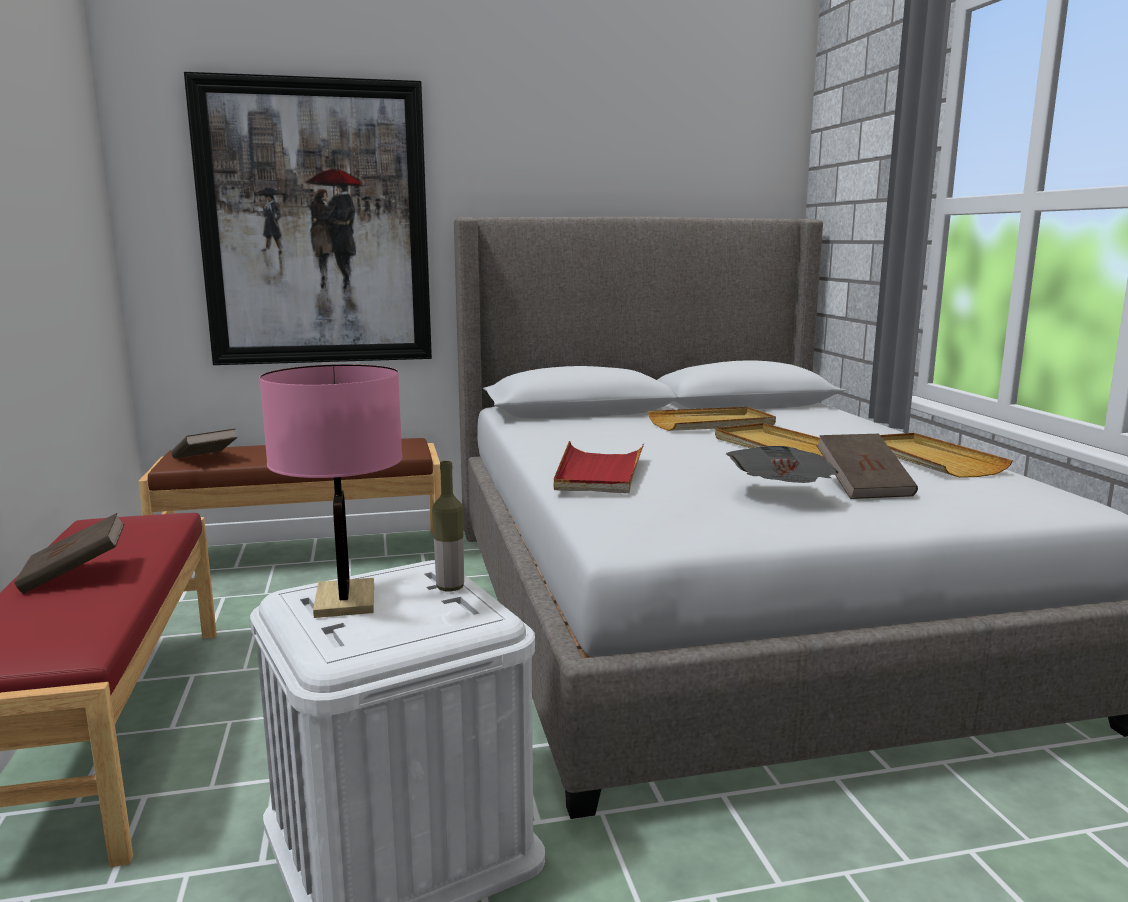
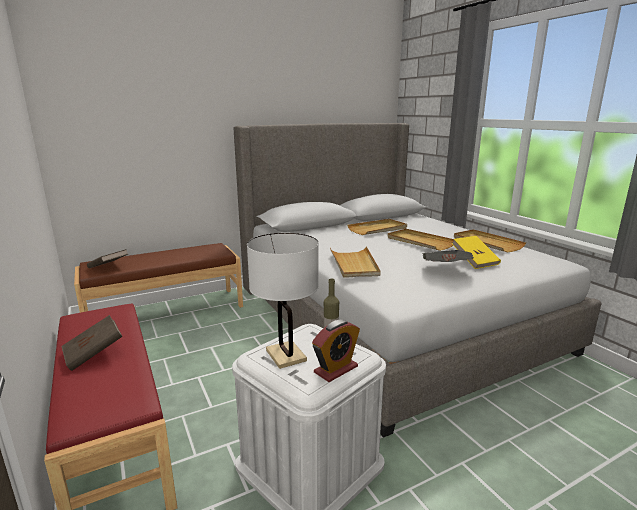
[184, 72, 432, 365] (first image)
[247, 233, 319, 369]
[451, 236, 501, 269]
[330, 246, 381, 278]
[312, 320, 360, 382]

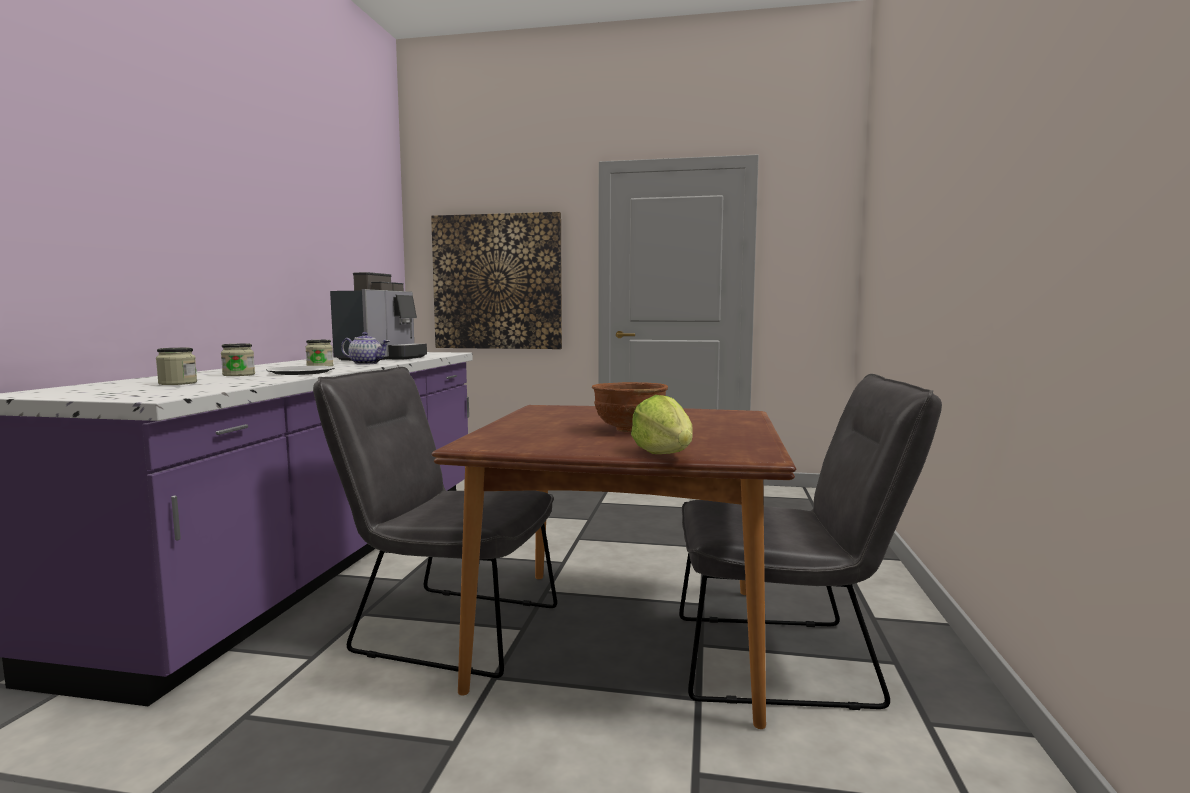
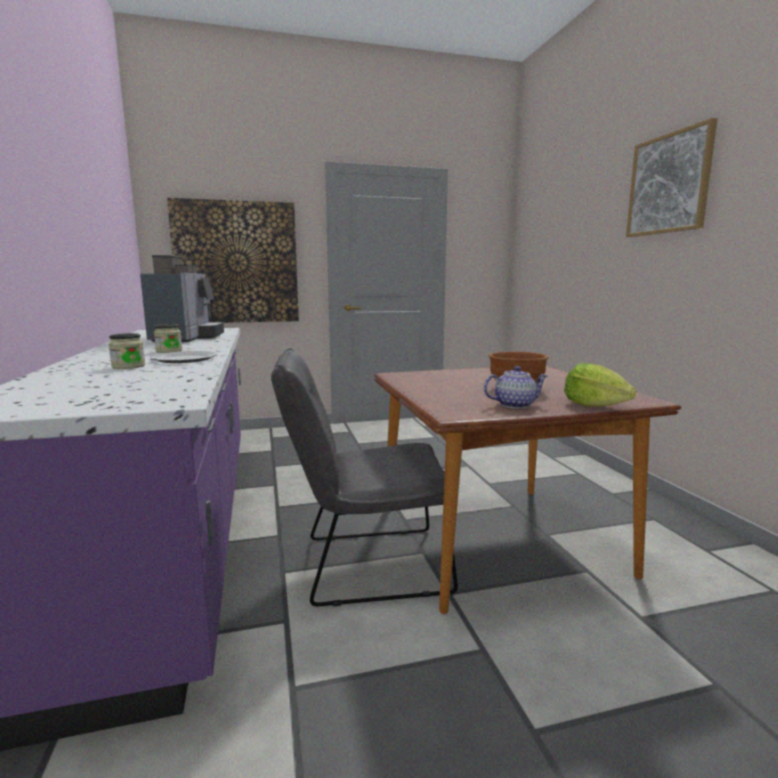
[484, 366, 548, 409]
[156, 348, 197, 385] (first image)
[679, 374, 942, 710] (first image)
[626, 118, 717, 237]

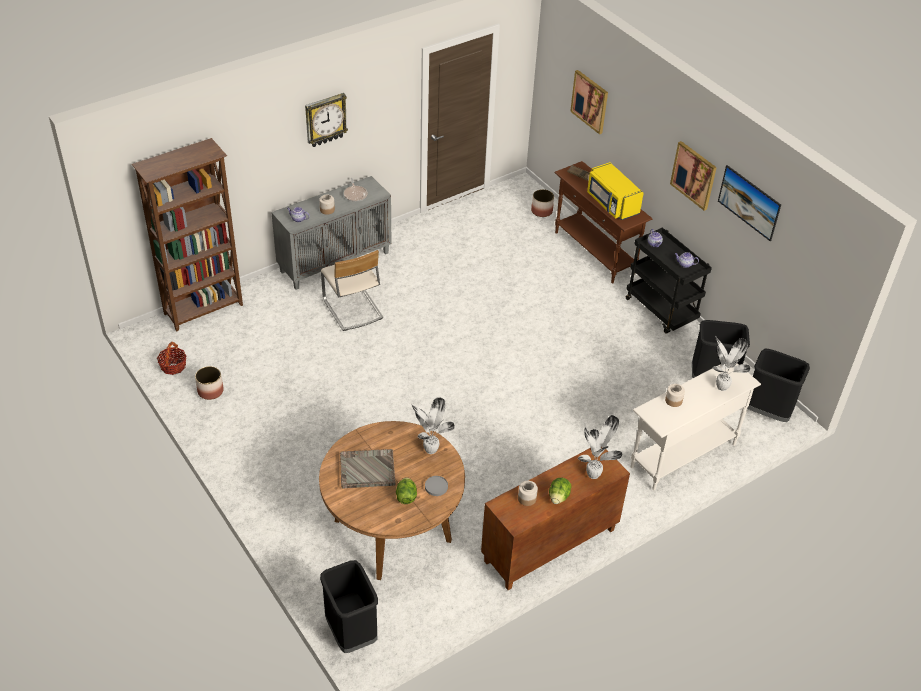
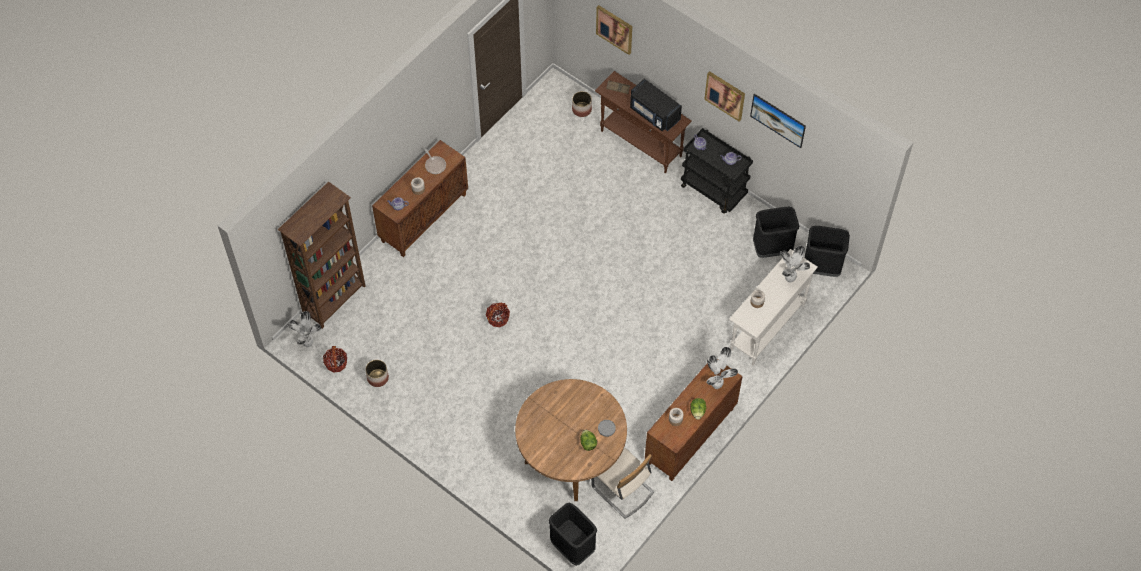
[305, 93, 348, 147] (first image)
[630, 79, 682, 131]
[372, 140, 468, 257]
[591, 447, 654, 518]
[287, 311, 321, 347]
[340, 449, 396, 489] (first image)
[486, 303, 510, 327]

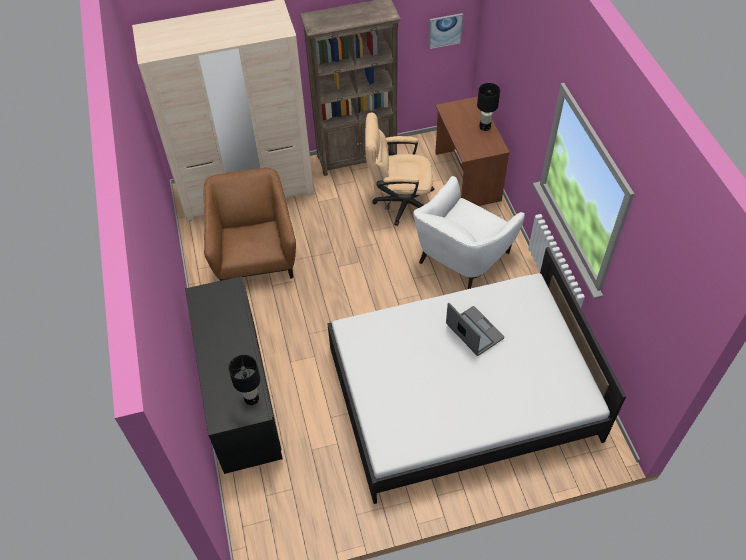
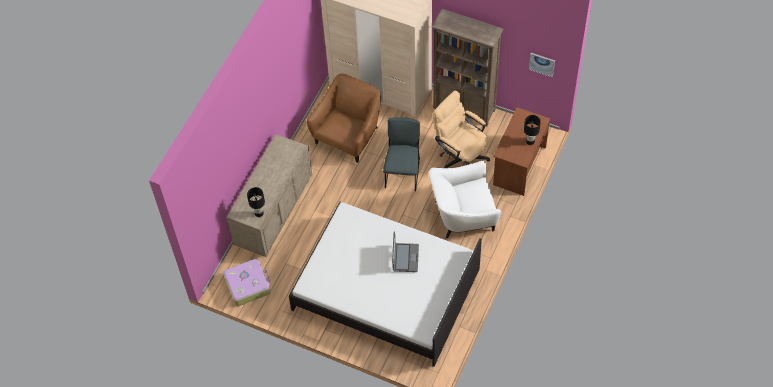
[226, 134, 312, 257]
[383, 117, 420, 191]
[223, 259, 271, 306]

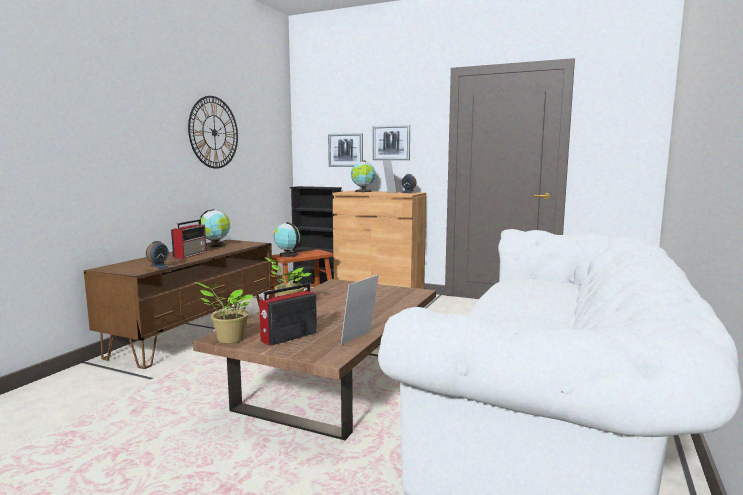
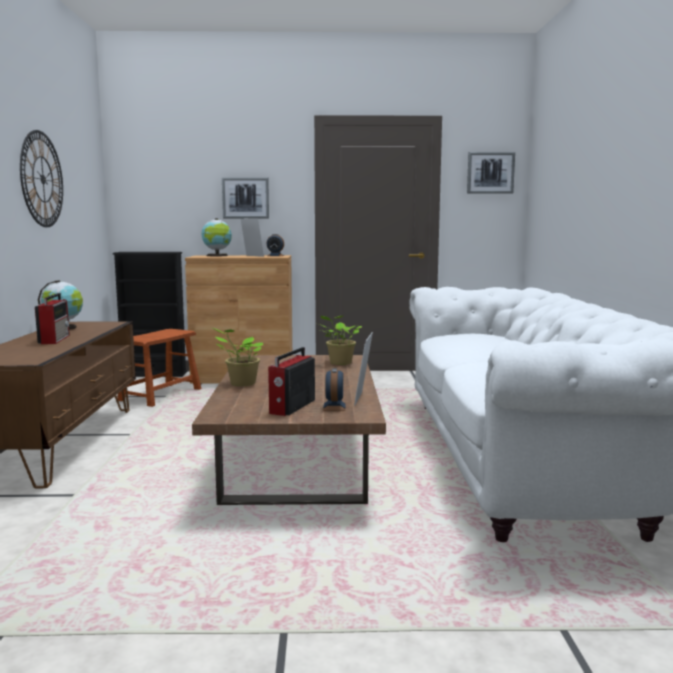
[467, 152, 515, 194]
[274, 222, 300, 257] (first image)
[323, 368, 346, 411]
[319, 315, 362, 365]

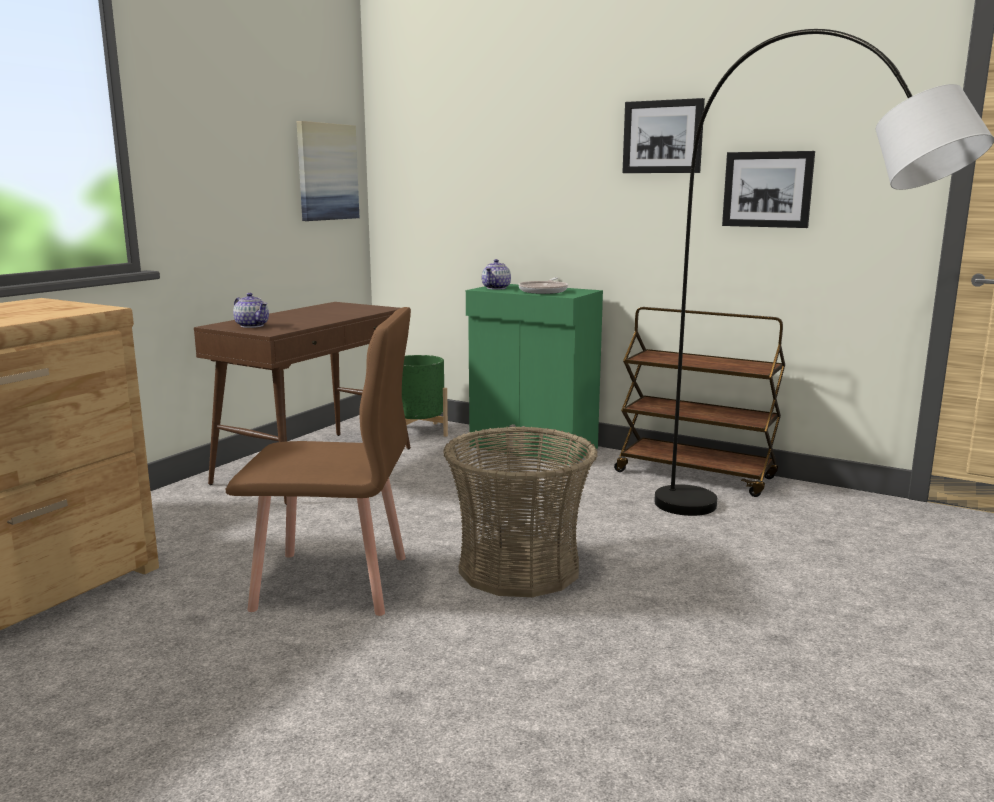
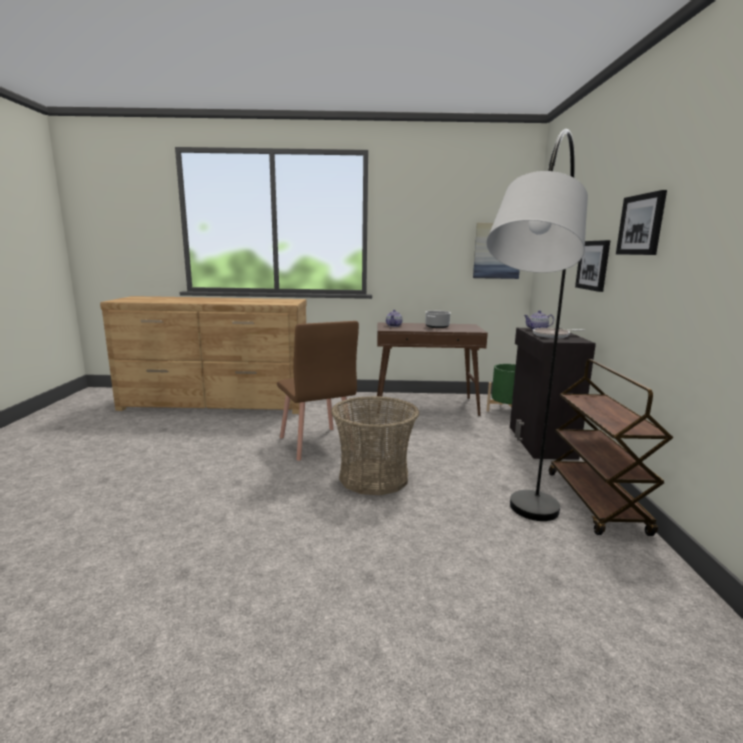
[575, 240, 611, 292]
[510, 328, 596, 460]
[425, 310, 451, 328]

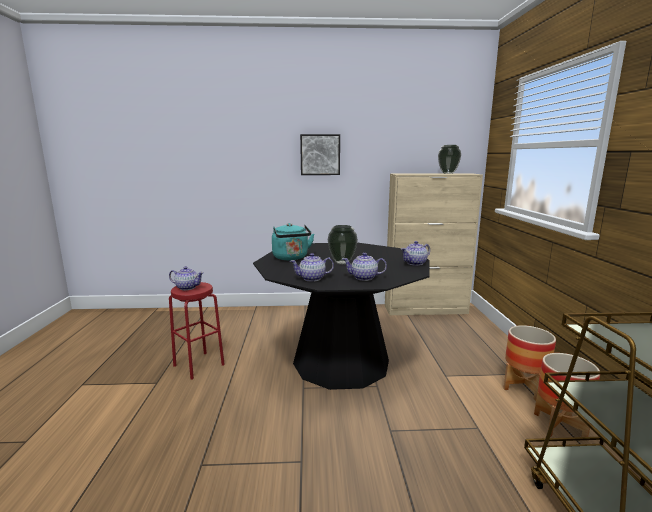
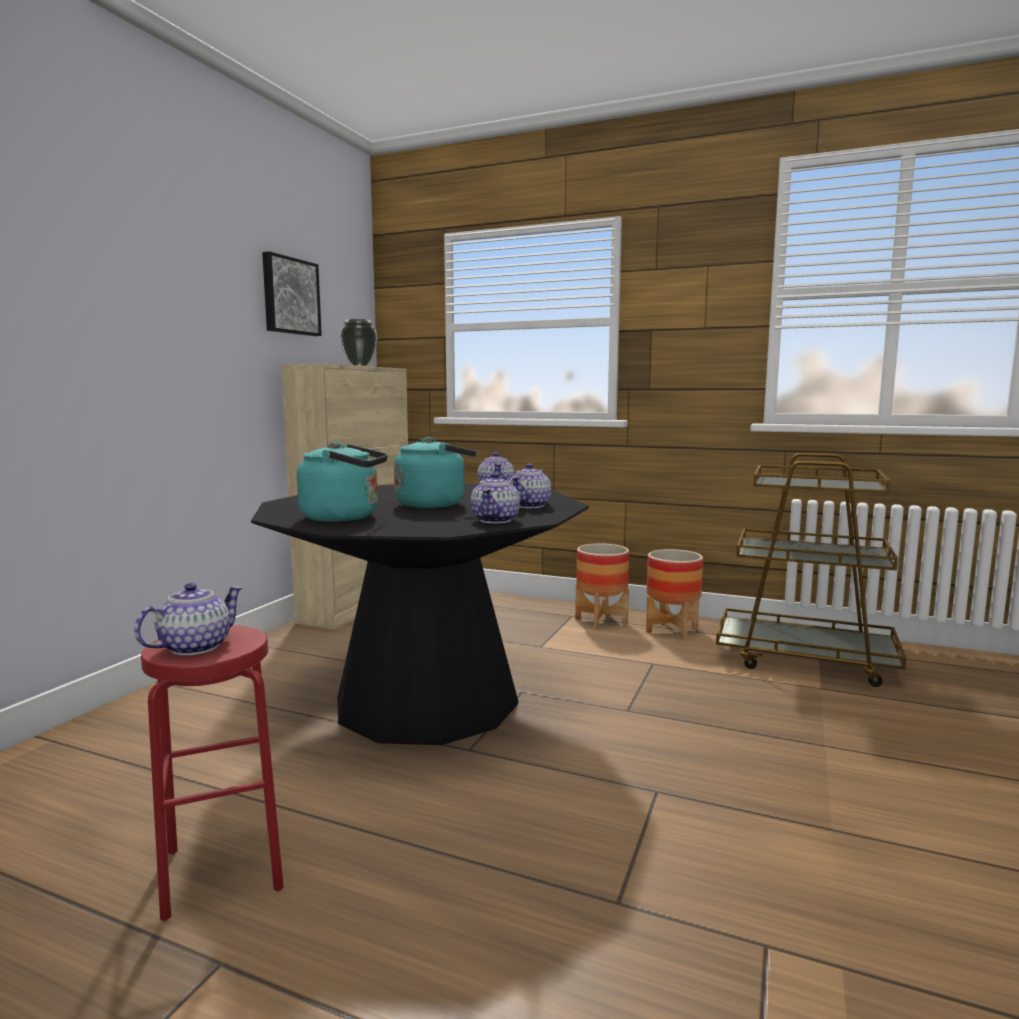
[262, 251, 322, 336]
[394, 437, 476, 508]

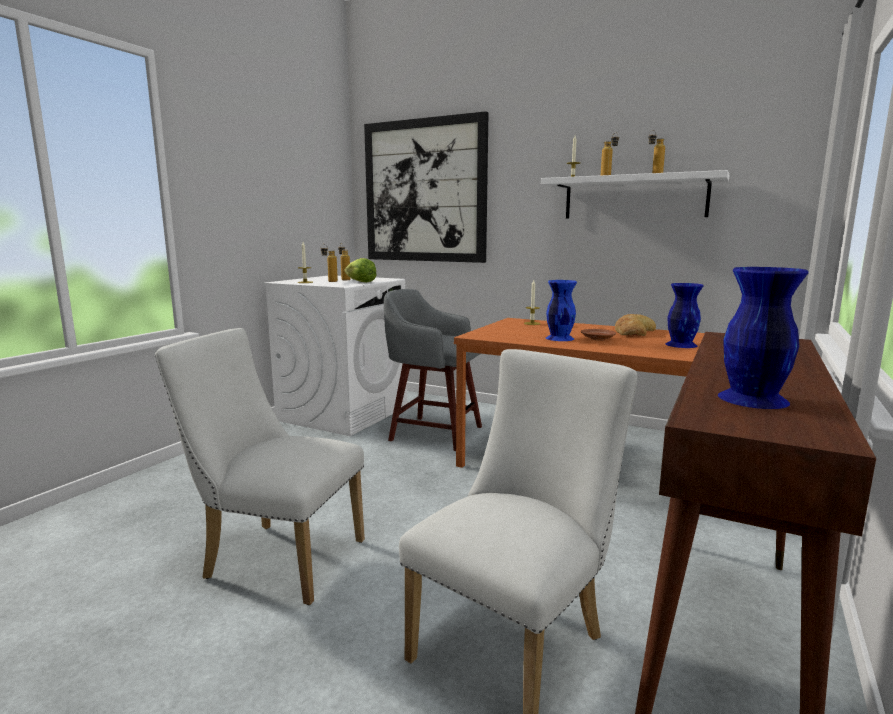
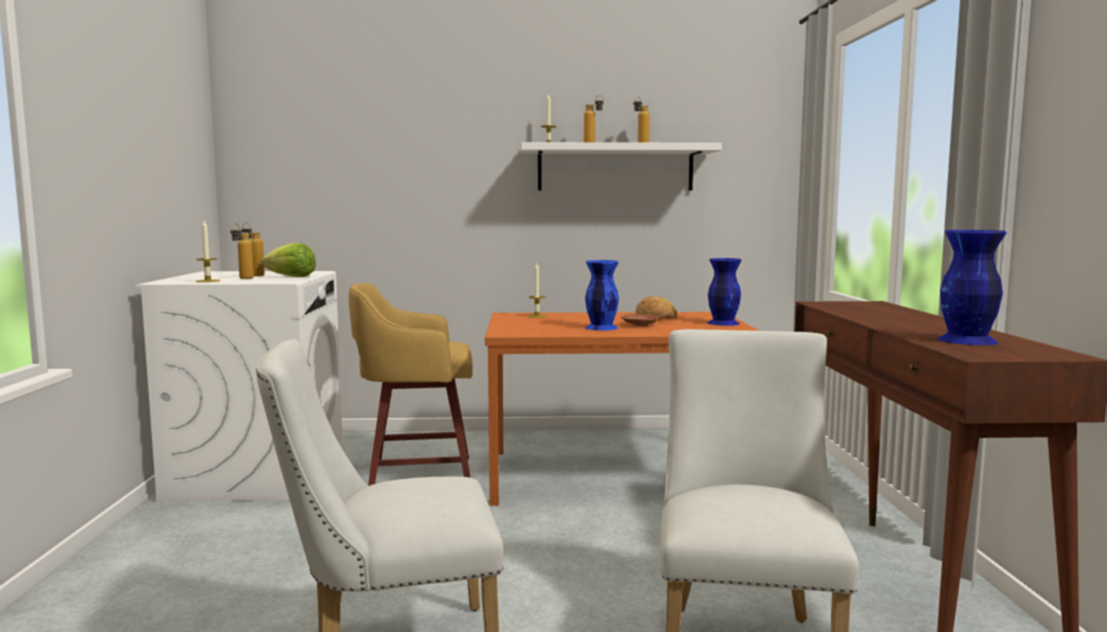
[364, 111, 489, 263] (first image)
[349, 283, 473, 486]

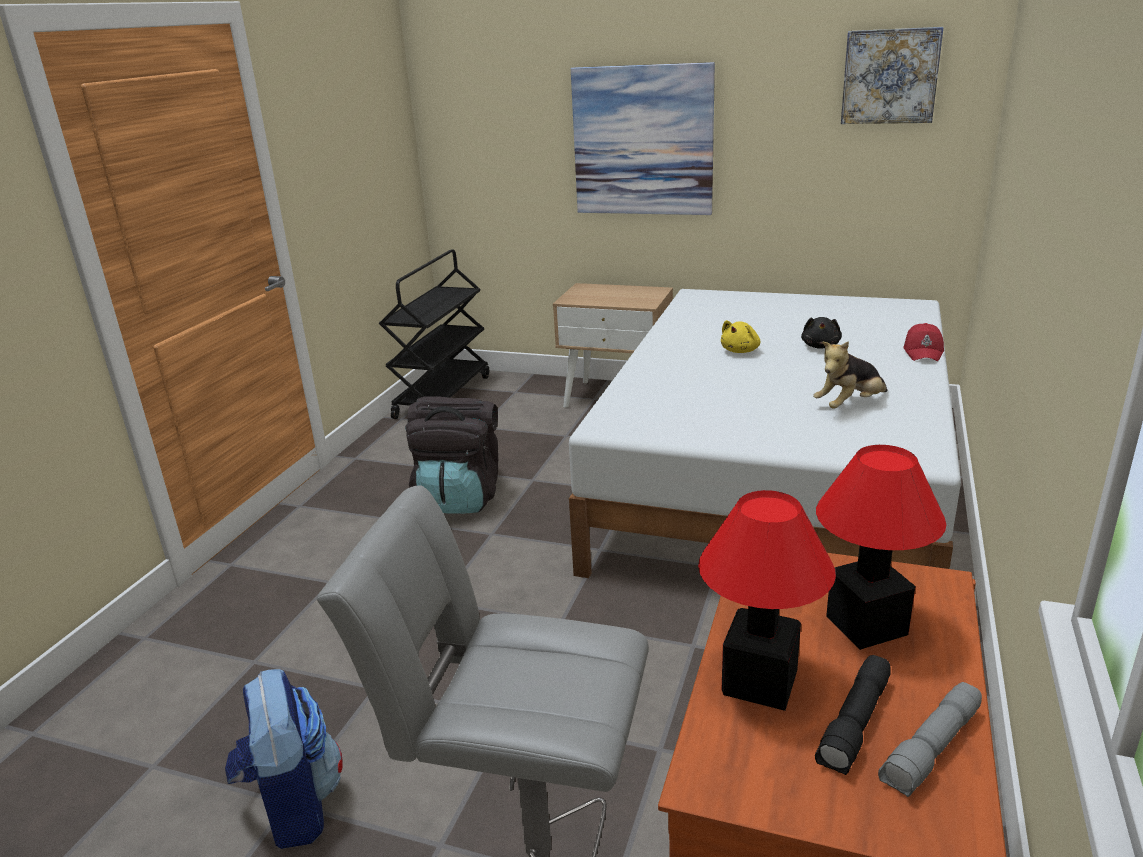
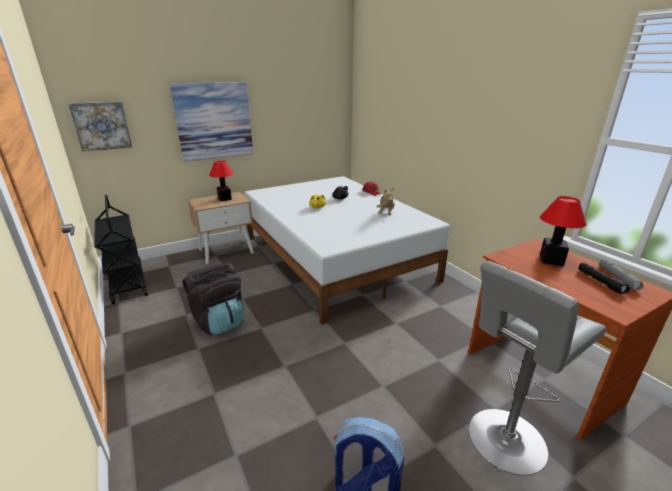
[69, 102, 132, 152]
[209, 161, 234, 201]

